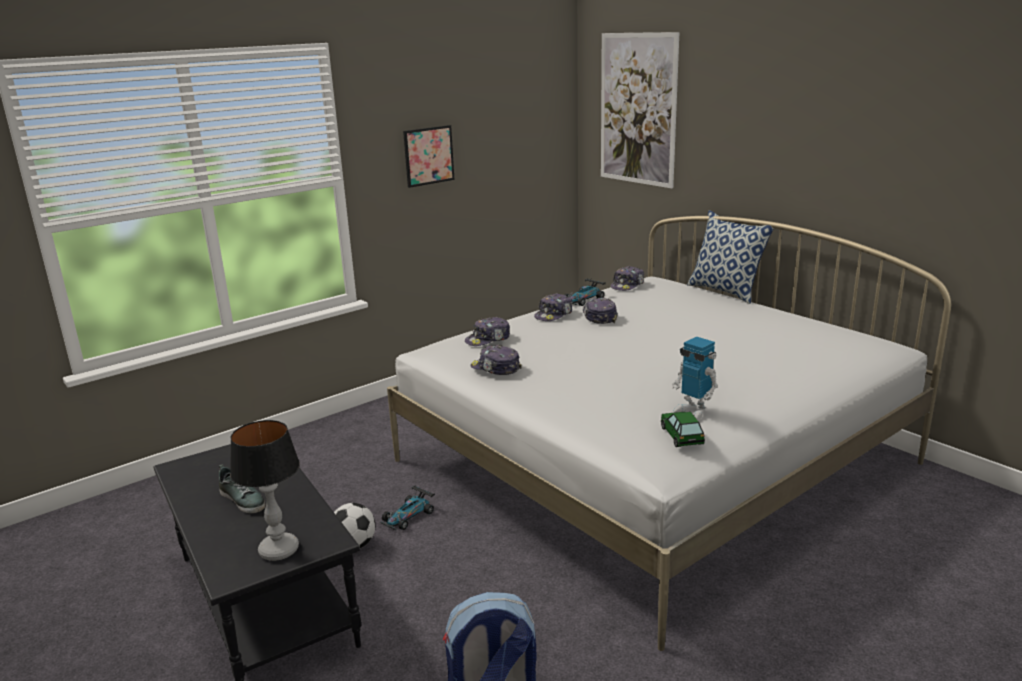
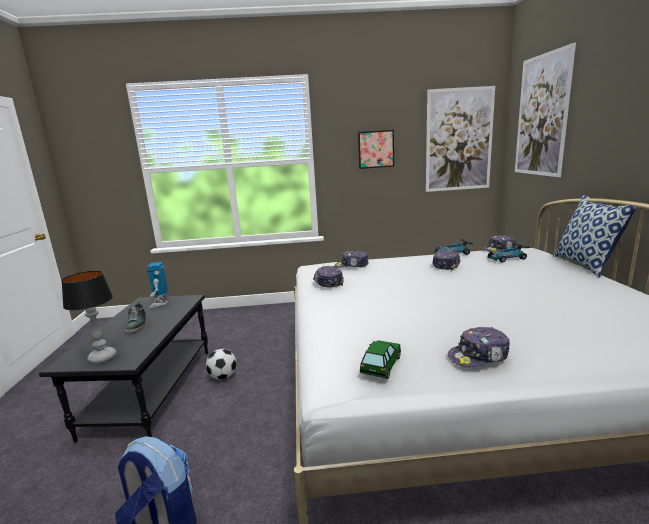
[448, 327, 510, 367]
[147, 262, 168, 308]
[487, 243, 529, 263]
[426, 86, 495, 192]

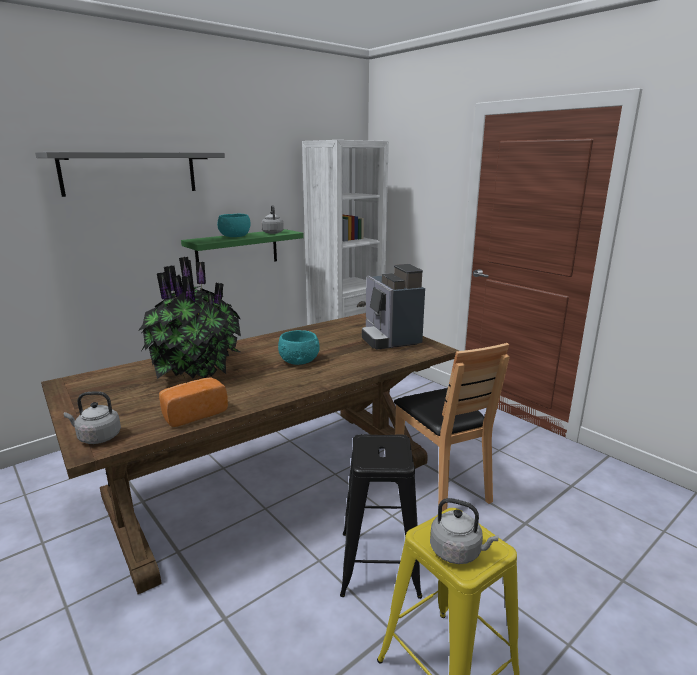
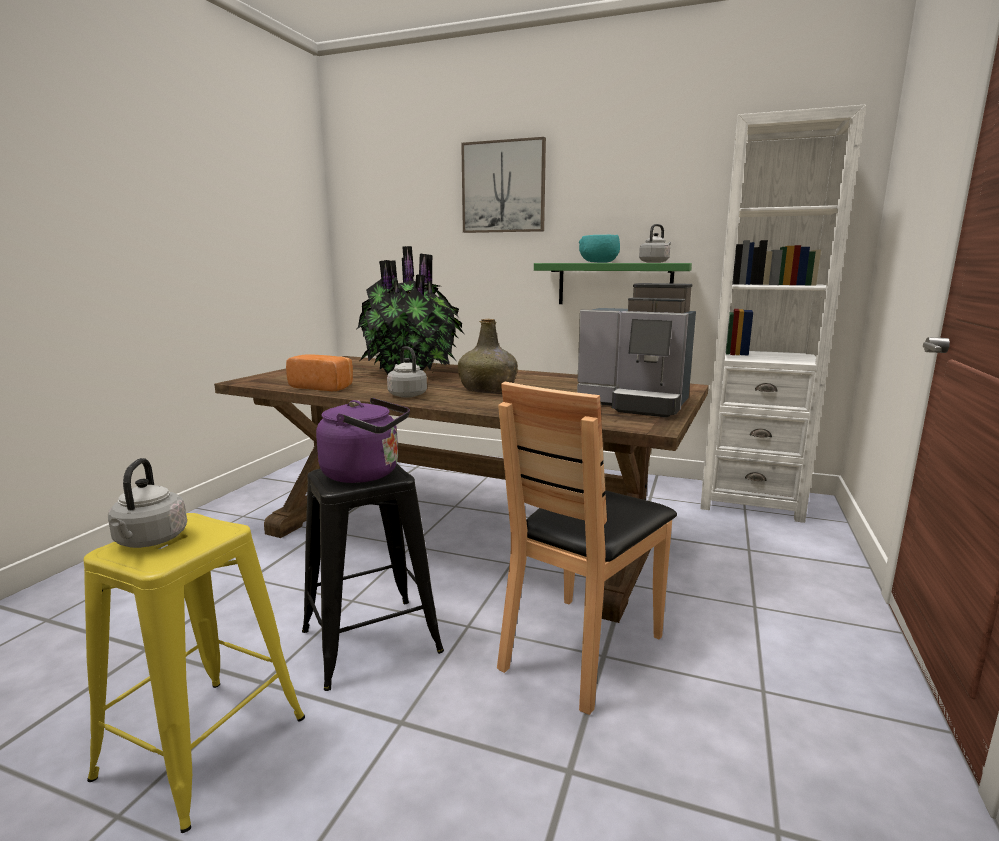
[461, 137, 546, 233]
[577, 283, 696, 418]
[458, 319, 518, 393]
[387, 346, 427, 398]
[316, 398, 410, 483]

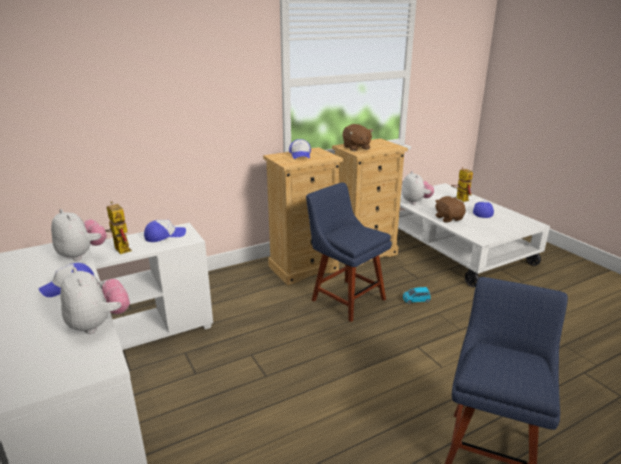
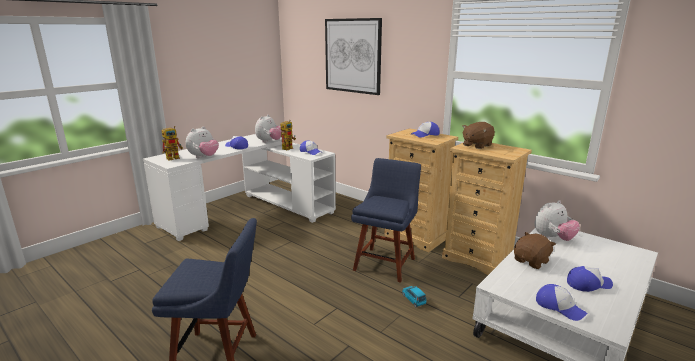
[162, 126, 183, 161]
[325, 18, 382, 95]
[536, 284, 587, 321]

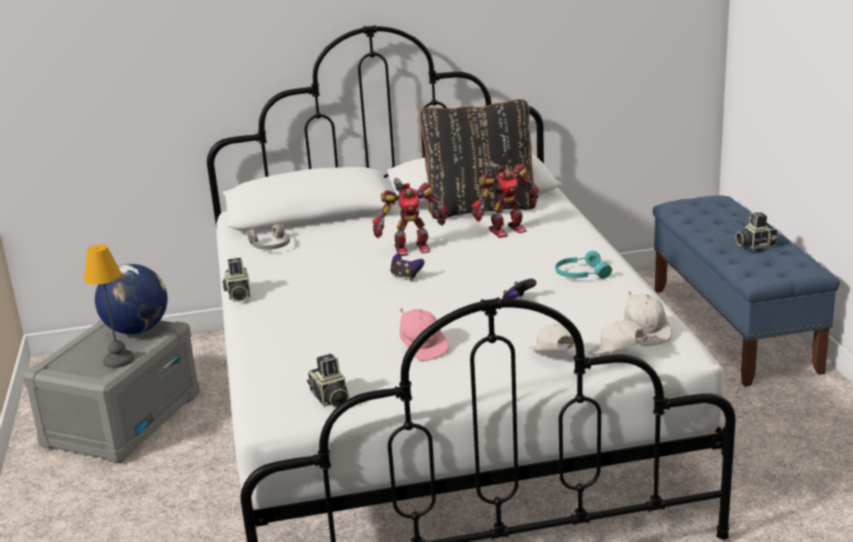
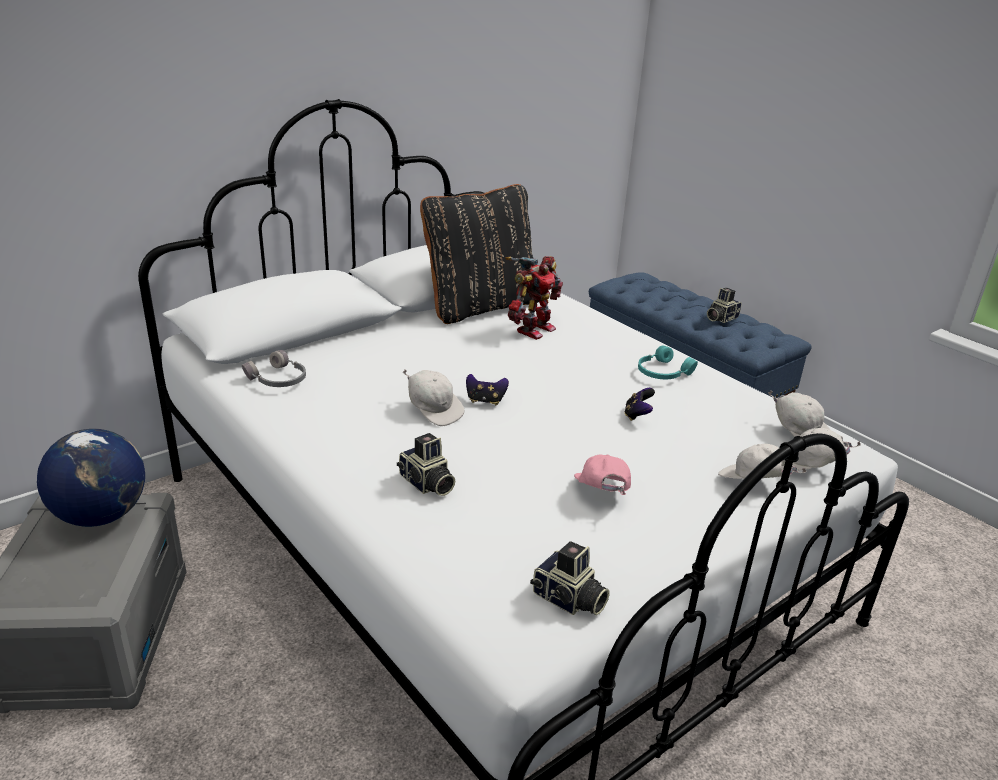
[372, 178, 448, 256] (first image)
[84, 245, 134, 368] (first image)
[397, 433, 455, 496]
[574, 455, 631, 495]
[403, 369, 464, 426]

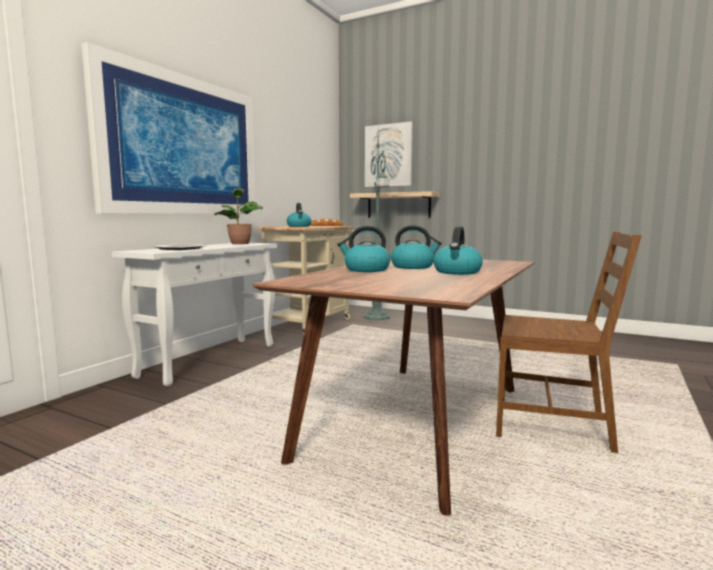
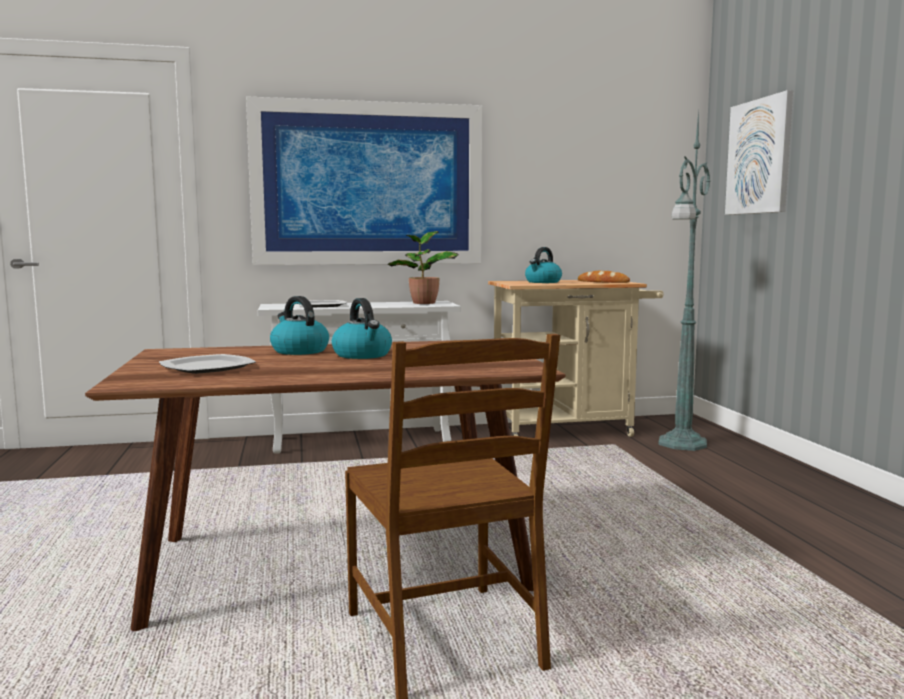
[350, 191, 440, 218] (first image)
[433, 226, 483, 275] (first image)
[159, 354, 256, 374]

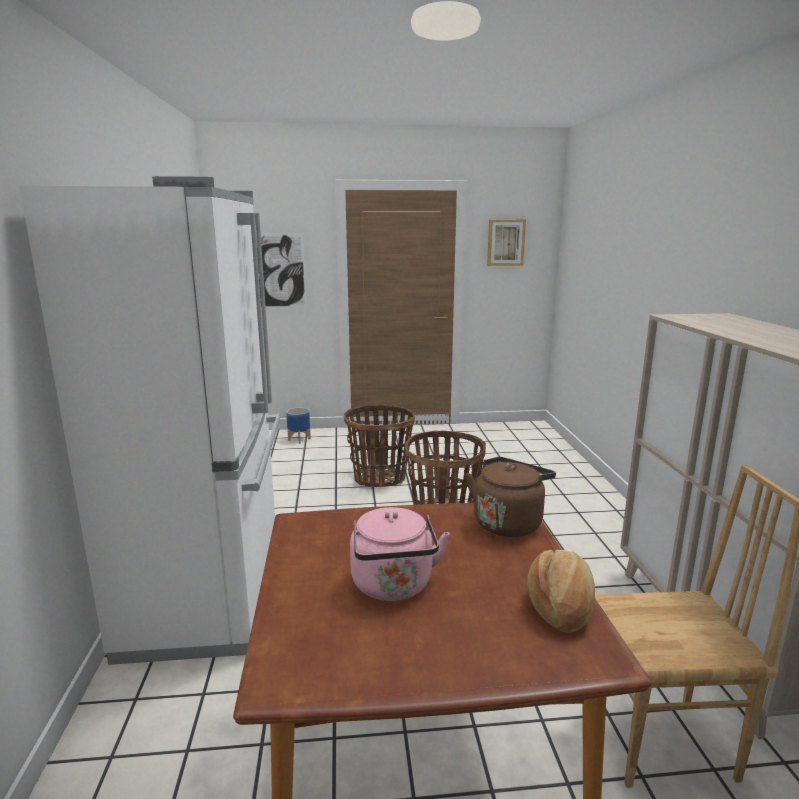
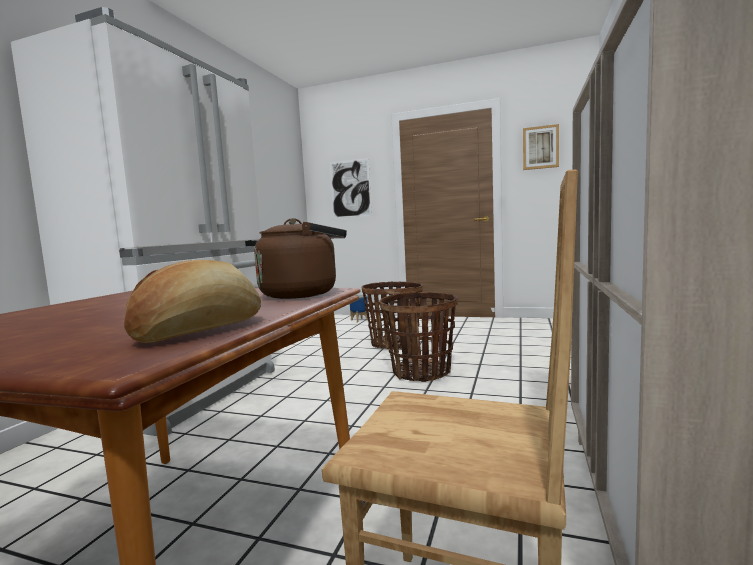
[350, 507, 450, 601] (first image)

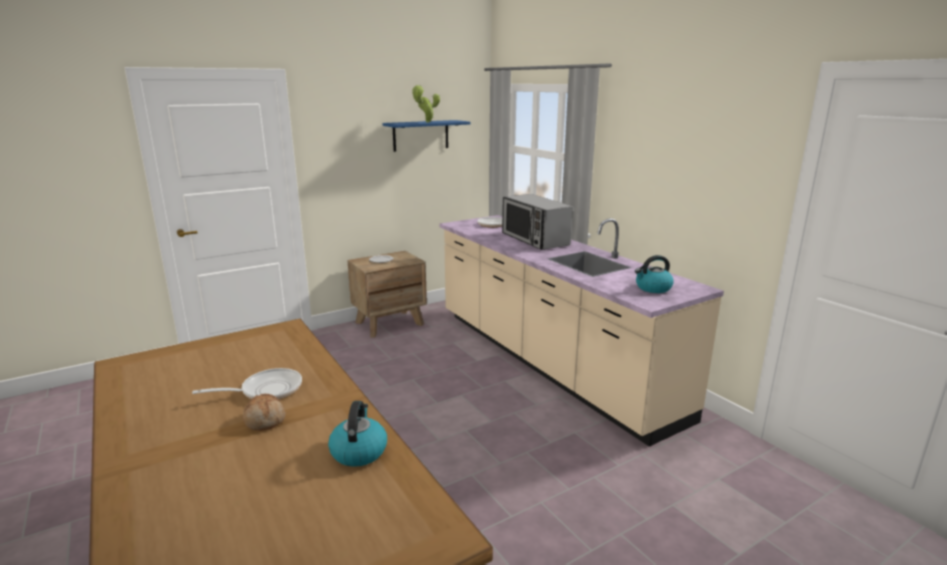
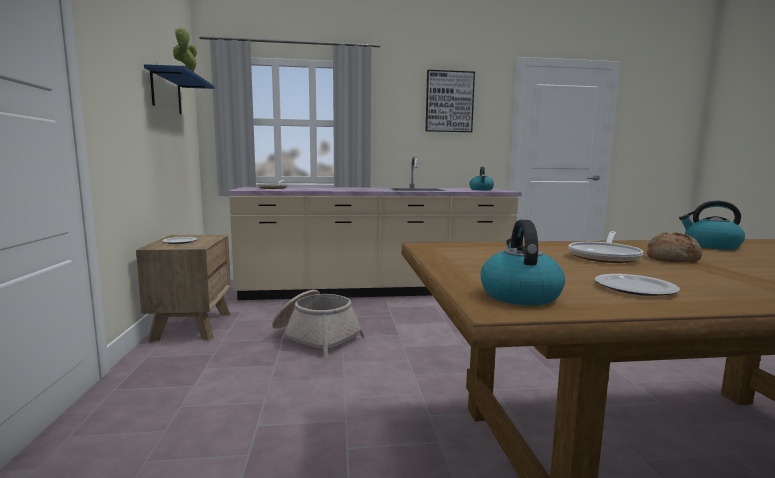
[502, 194, 573, 250] (first image)
[569, 231, 643, 263]
[426, 70, 475, 132]
[481, 220, 565, 305]
[595, 274, 680, 296]
[272, 290, 365, 357]

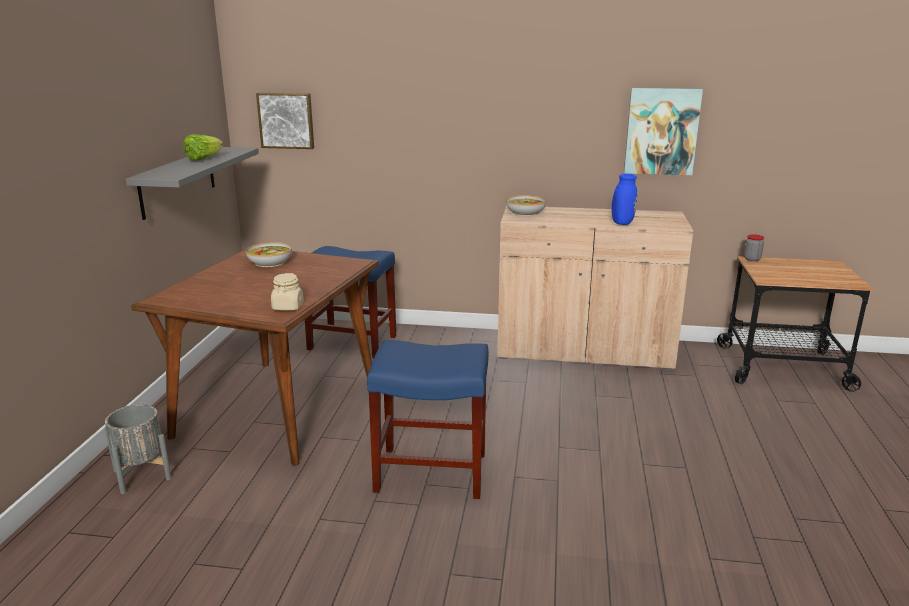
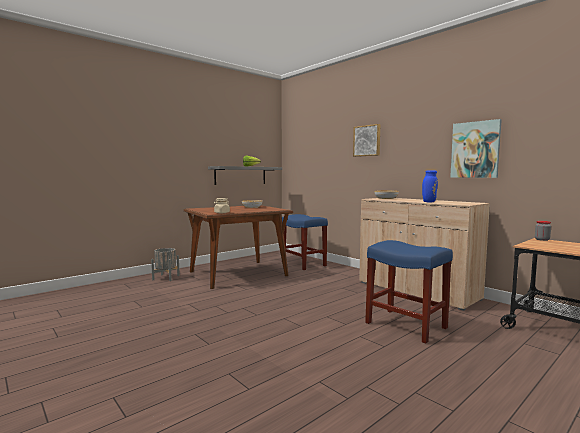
[353, 124, 380, 157]
[365, 240, 453, 344]

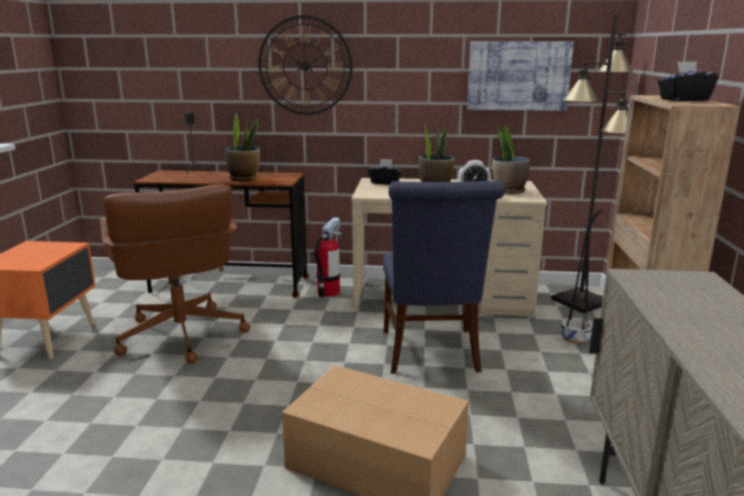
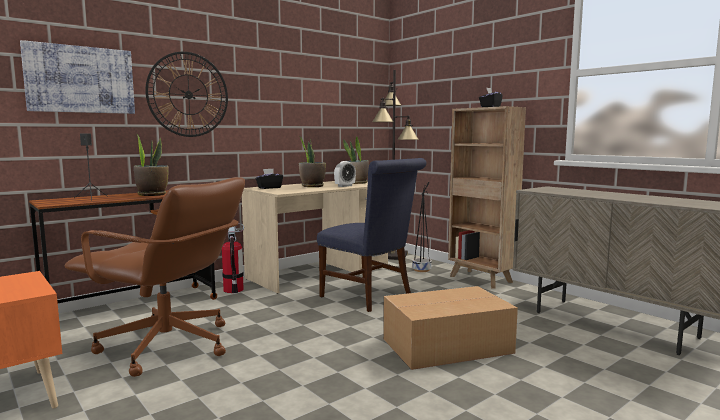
[20, 40, 135, 114]

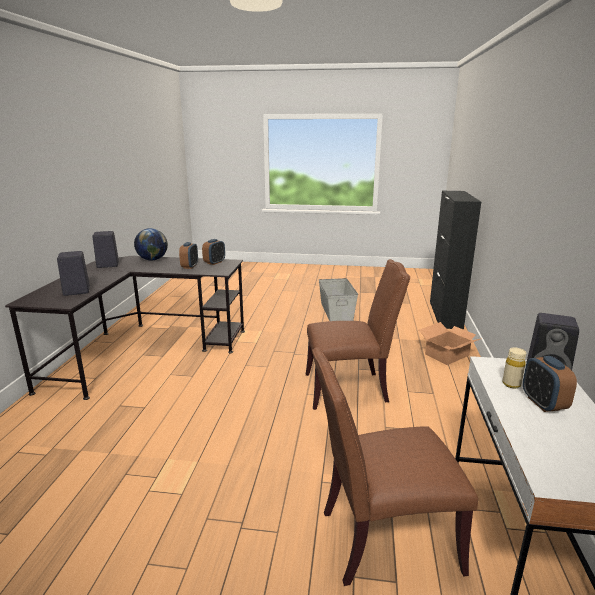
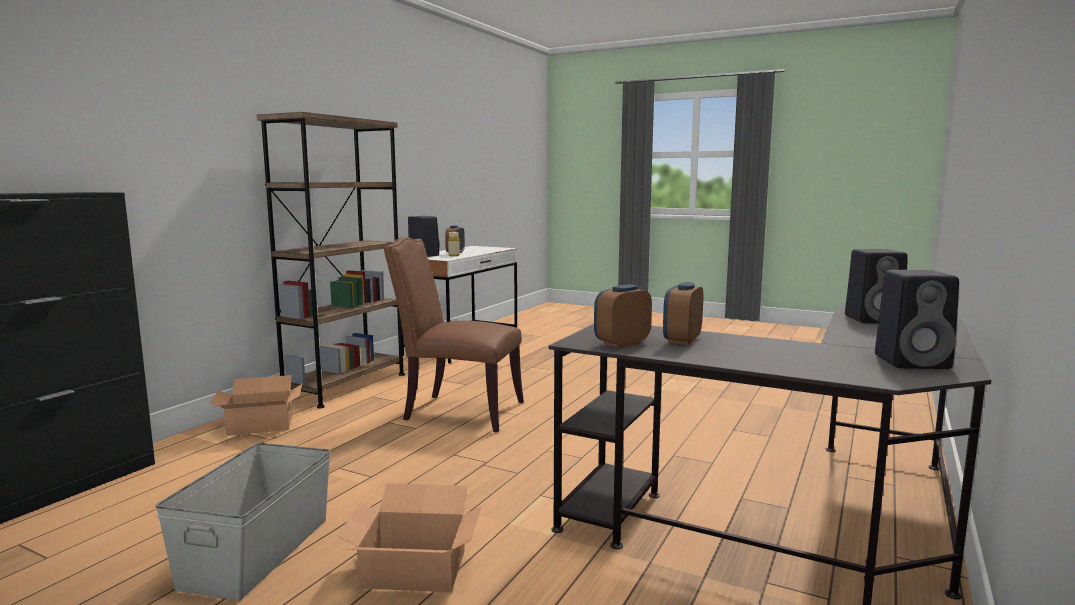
[134, 228, 168, 261] (first image)
[312, 348, 478, 586] (first image)
[257, 112, 405, 408]
[337, 483, 482, 592]

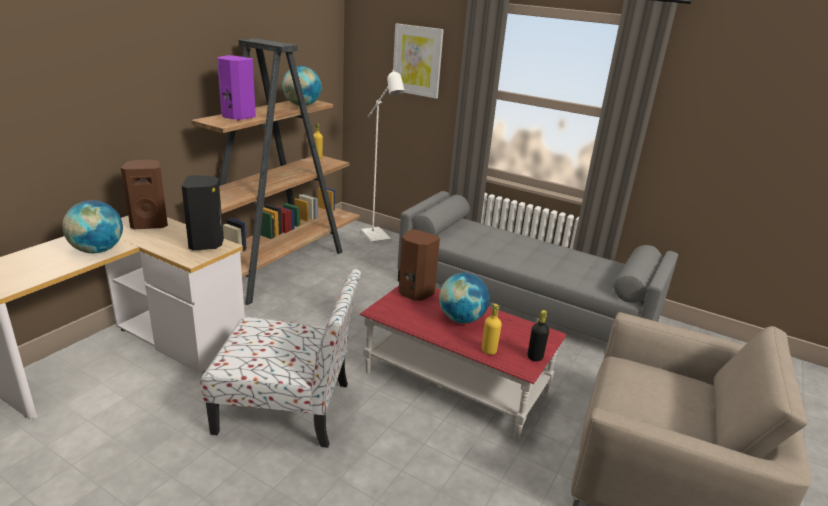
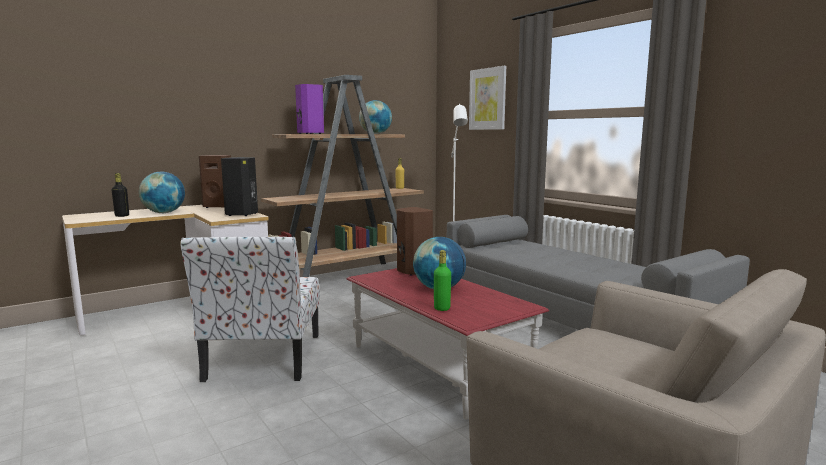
[180, 237, 320, 382]
[434, 250, 451, 311]
[112, 173, 129, 217]

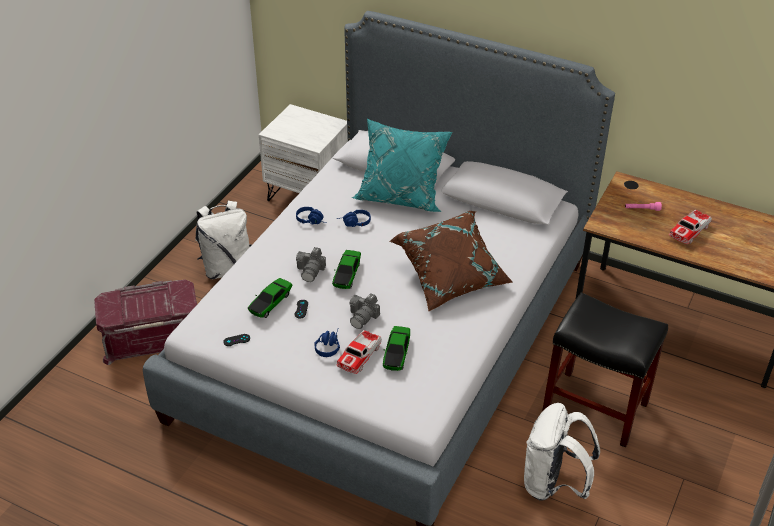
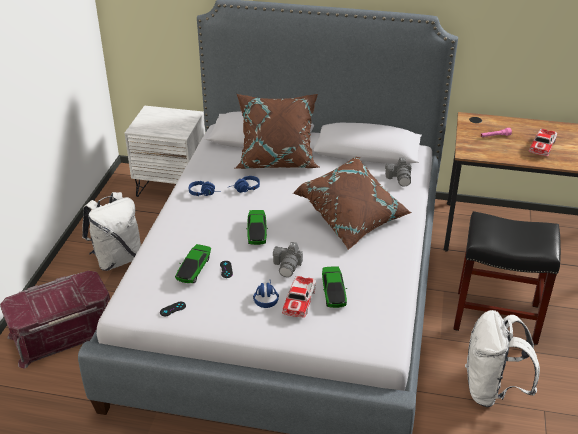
[236, 94, 319, 169]
[385, 157, 411, 187]

